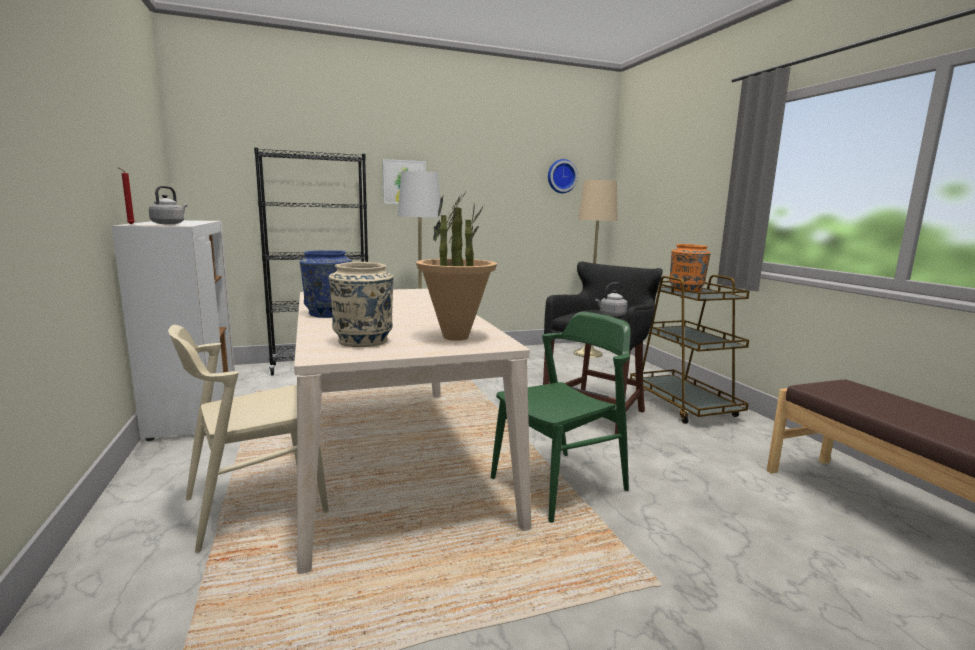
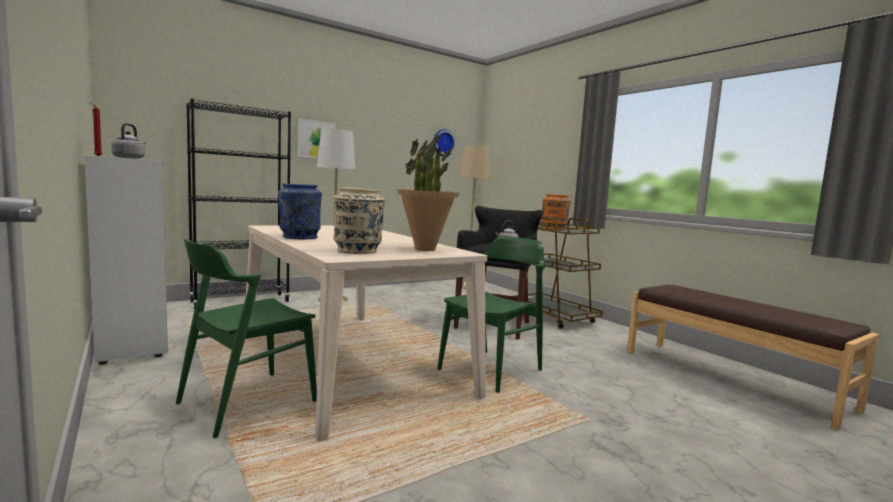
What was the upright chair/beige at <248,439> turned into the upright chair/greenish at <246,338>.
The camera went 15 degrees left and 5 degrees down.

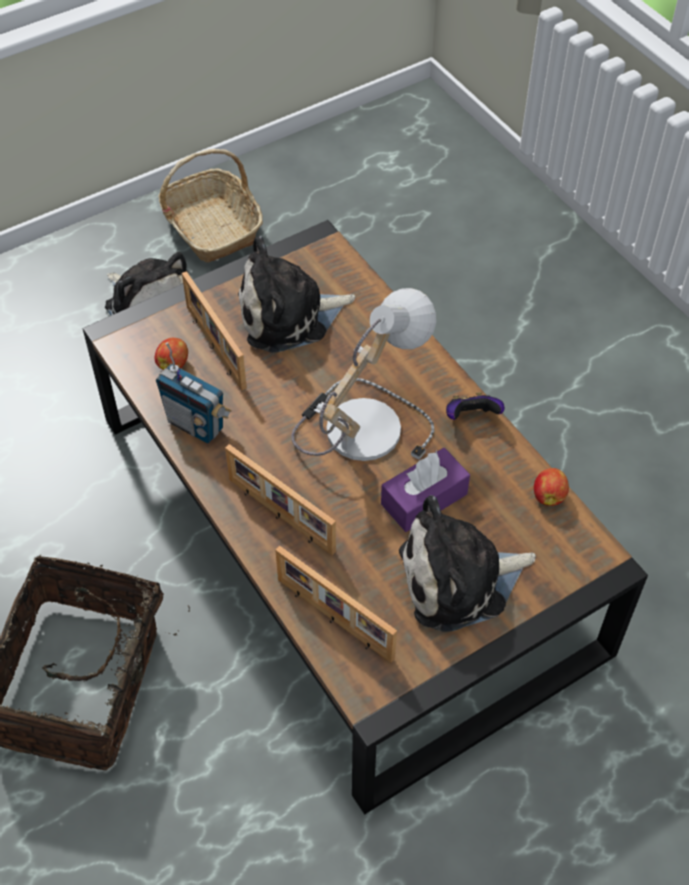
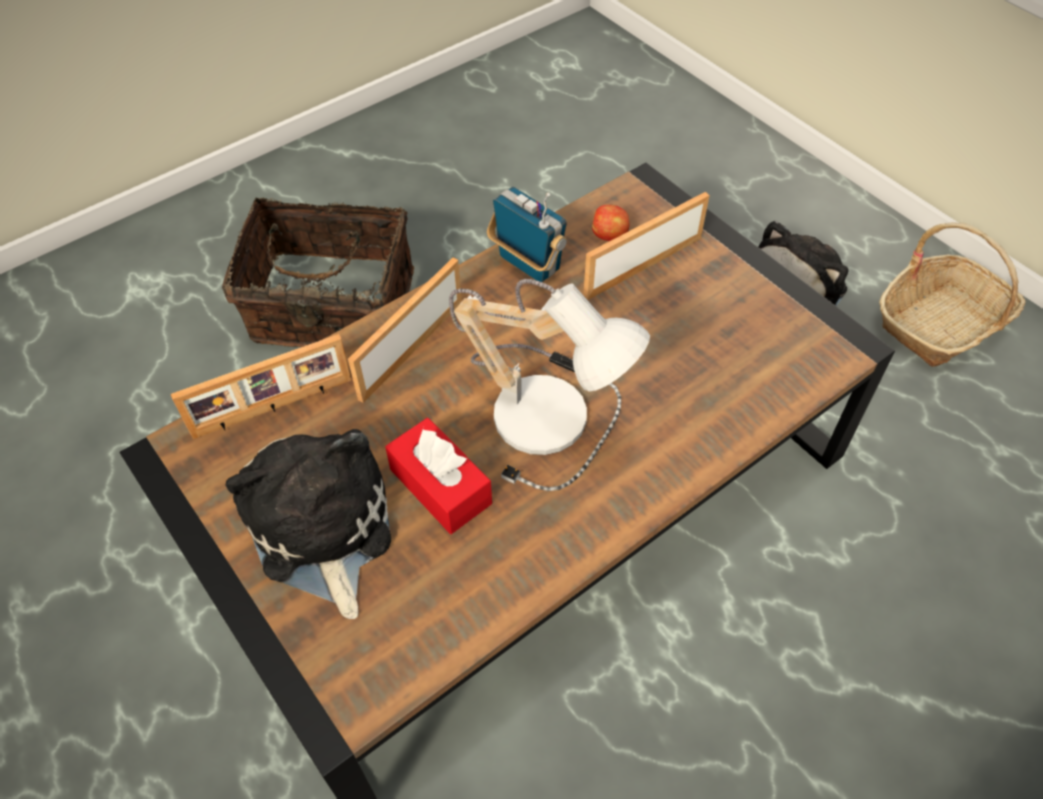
The second view lost the plush toy at <296,294>.
The radio at <194,393> ended up facing another way, 105 degrees clockwise from before.
The second view lost the game controller at <475,406>.
What was the tissue holder/purple at <425,490> turned into the tissue holder/red at <438,476>.
The second view lost the whole apple at <551,487>.
The standing frame at <336,604> ended up facing another way, 150 degrees counterclockwise from before.
The camera went 85 degrees right and 0 degrees up.

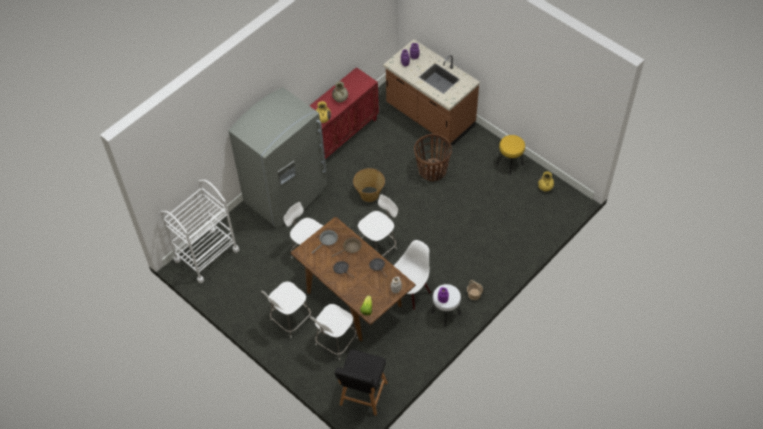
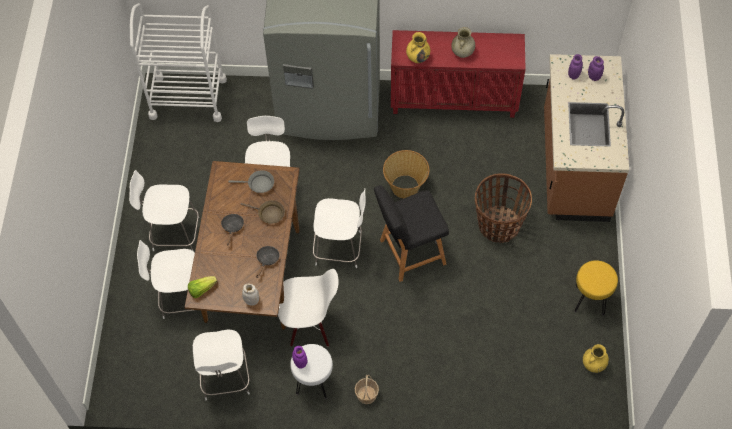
The sitting stool/black ended up elsewhere, having gone from <361,382> to <411,233>.
The second view gained the upright chair/white-coloured at <221,365>.
The camera went 50 degrees right and 5 degrees up.

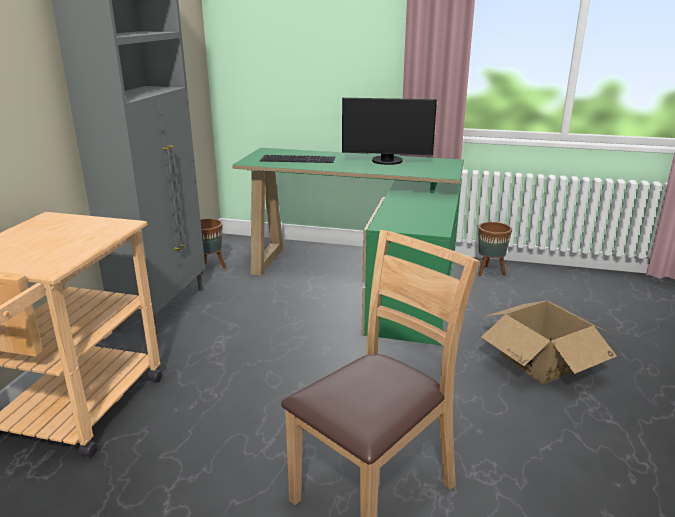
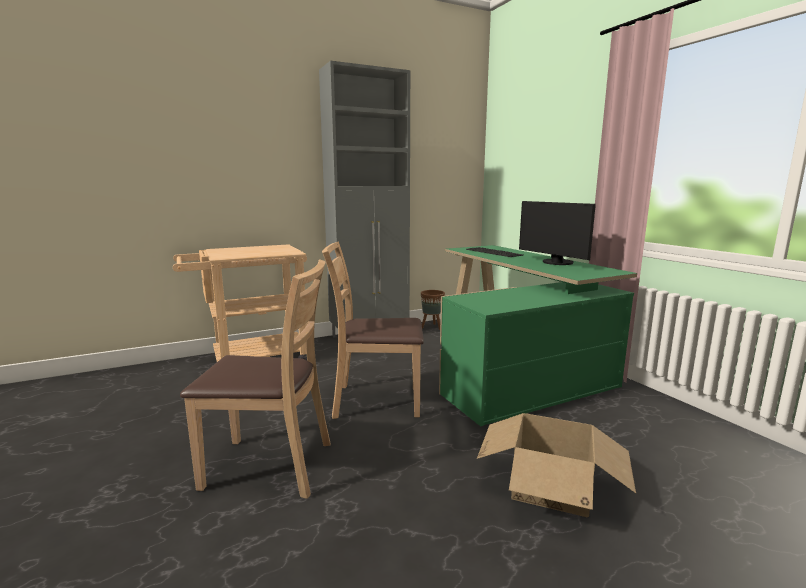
The second view lost the plant pot/brown-coloured at <495,249>.
The second view gained the upright chair/brown-coloured at <373,330>.
The camera went 50 degrees right and 10 degrees down.

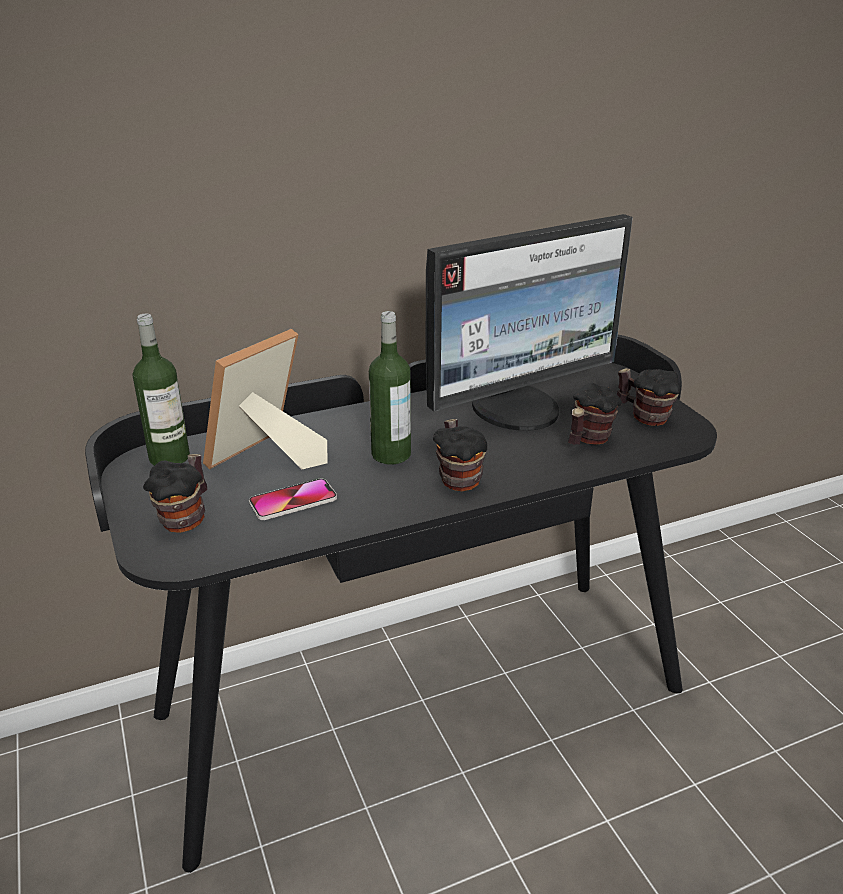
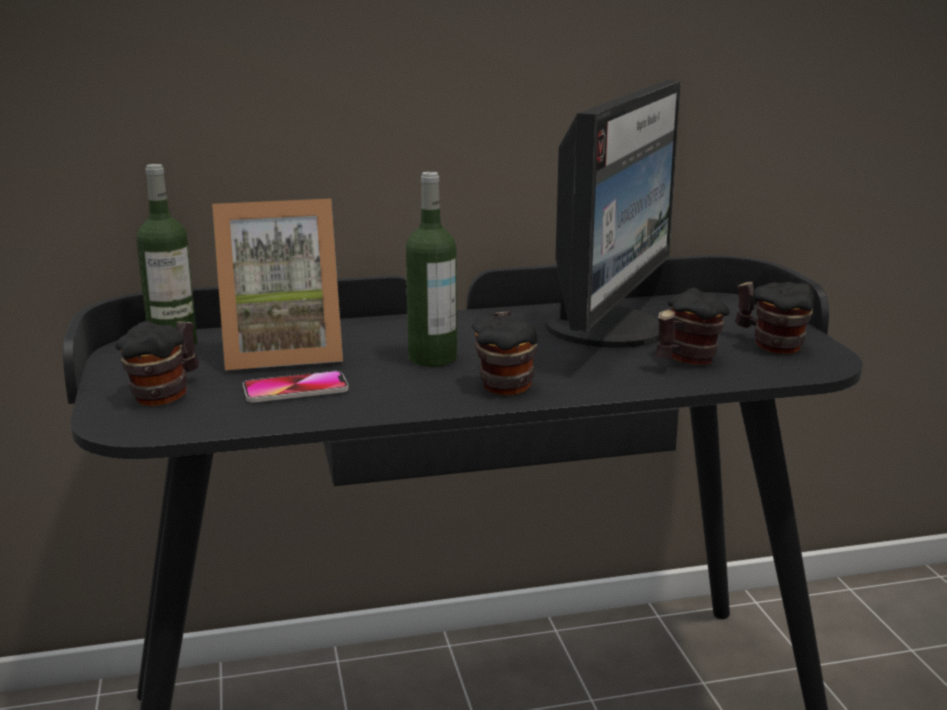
The computer screen at <529,322> ended up facing another way, 45 degrees counterclockwise from before.
The standing frame at <265,399> ended up facing another way, 150 degrees counterclockwise from before.
The camera went 10 degrees right and 10 degrees down.

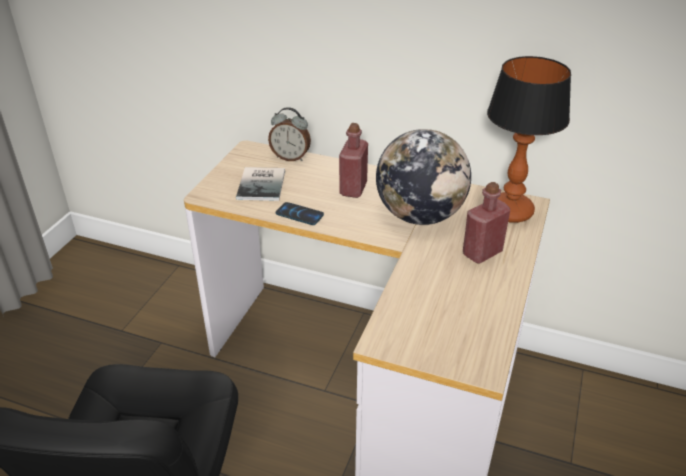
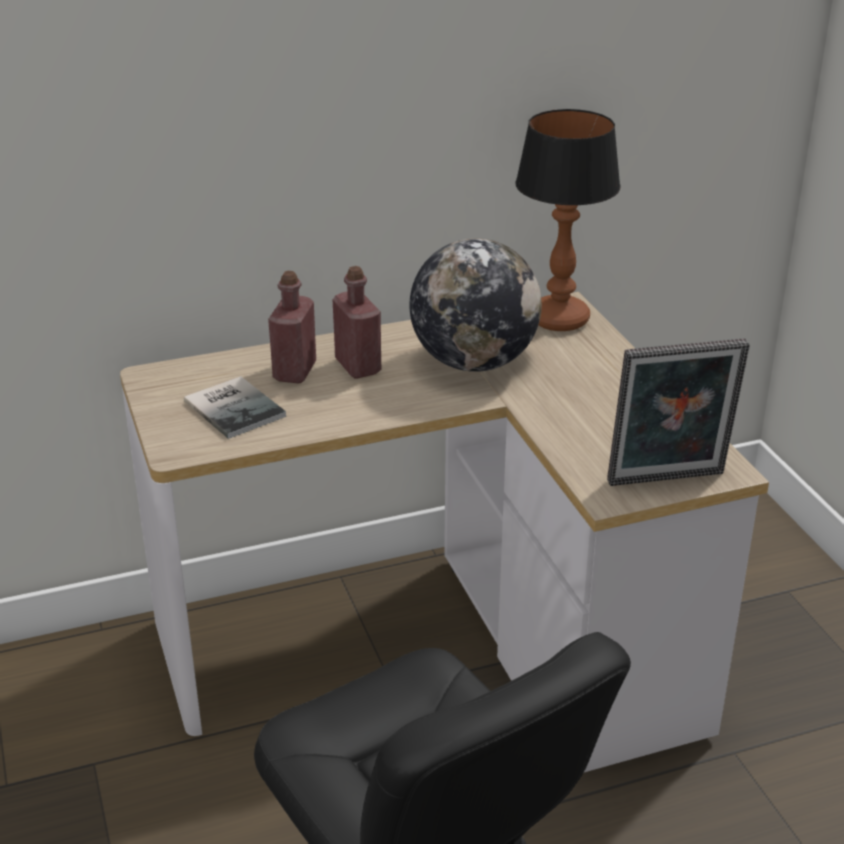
The second view lost the table clock at <289,134>.
The drink bottle/red ended up elsewhere, having gone from <486,223> to <292,327>.
The second view lost the handset at <300,213>.
The second view gained the standing frame at <678,412>.
The camera went 40 degrees left and 5 degrees down.

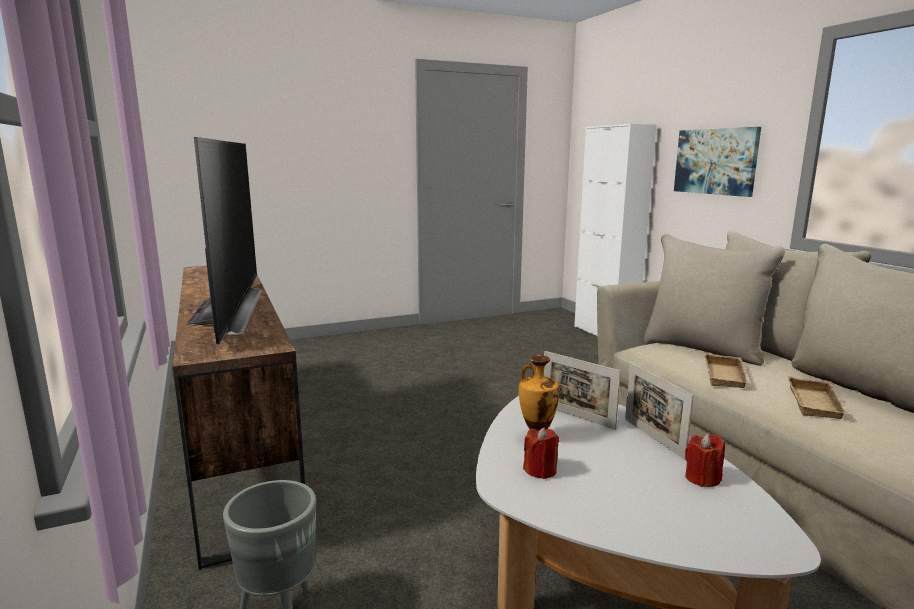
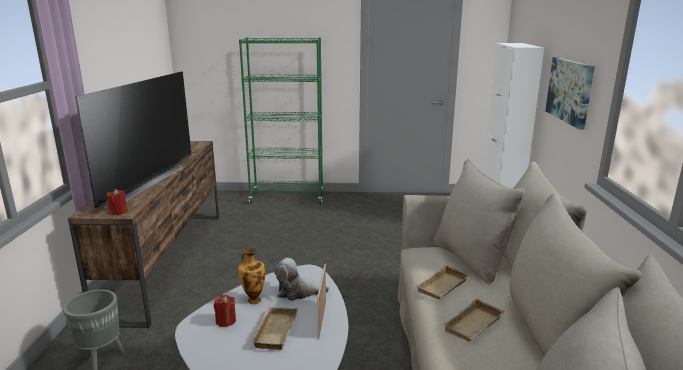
Where the standing frame stood at <582,390>, the plush toy came to stand at <301,279>.
The candle/red ended up elsewhere, having gone from <705,460> to <117,202>.
The second view gained the bookshelf/greenish at <281,120>.
The second view gained the tray/beige at <274,328>.
The camera went 25 degrees right and 5 degrees up.

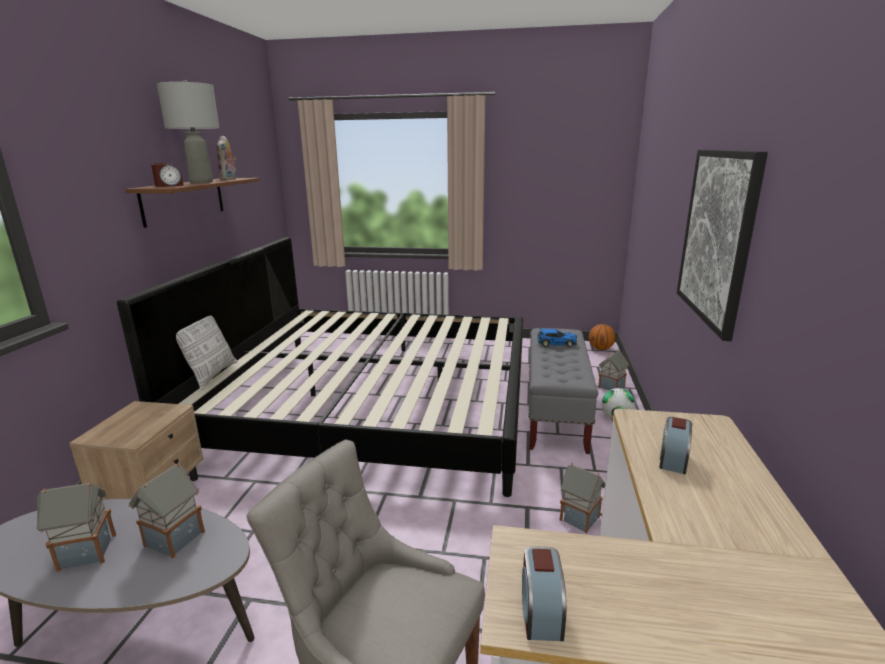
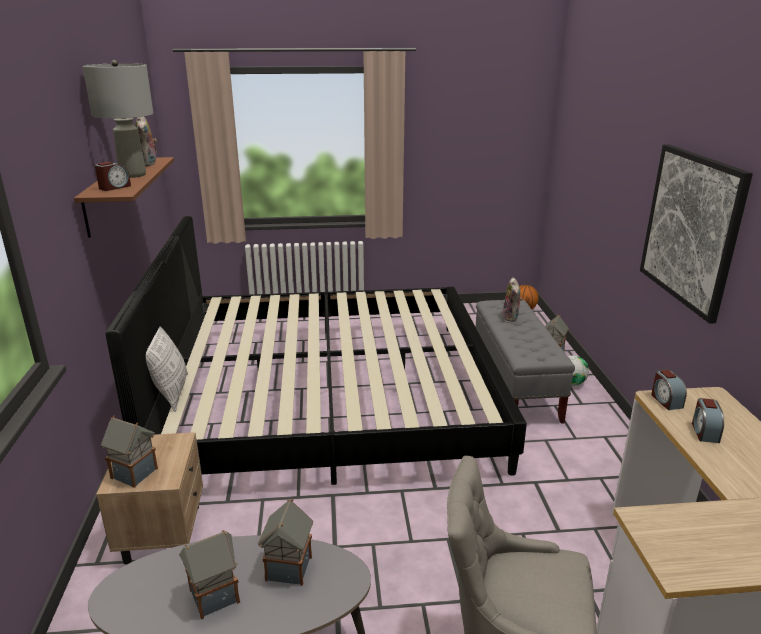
Where the toy car stood at <557,337>, the plush toy came to stand at <512,299>.
The model house ended up elsewhere, having gone from <582,498> to <129,451>.
The table clock ended up elsewhere, having gone from <544,593> to <669,390>.
The camera went 15 degrees left and 5 degrees up.

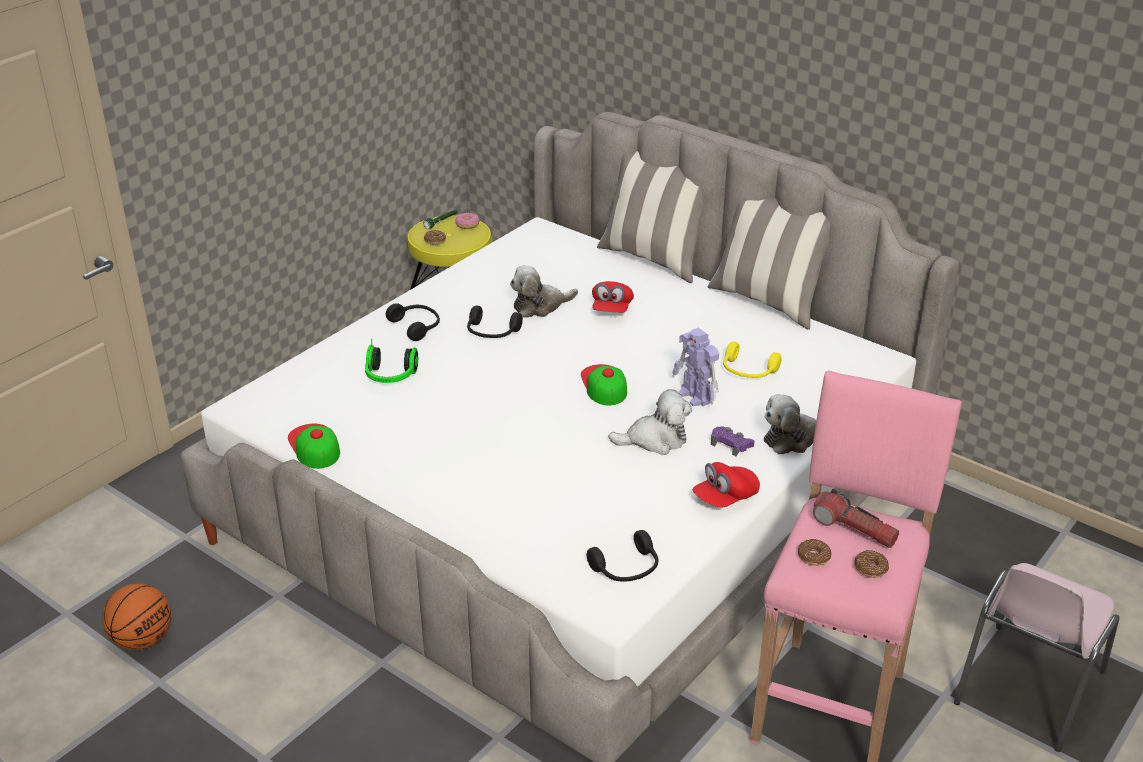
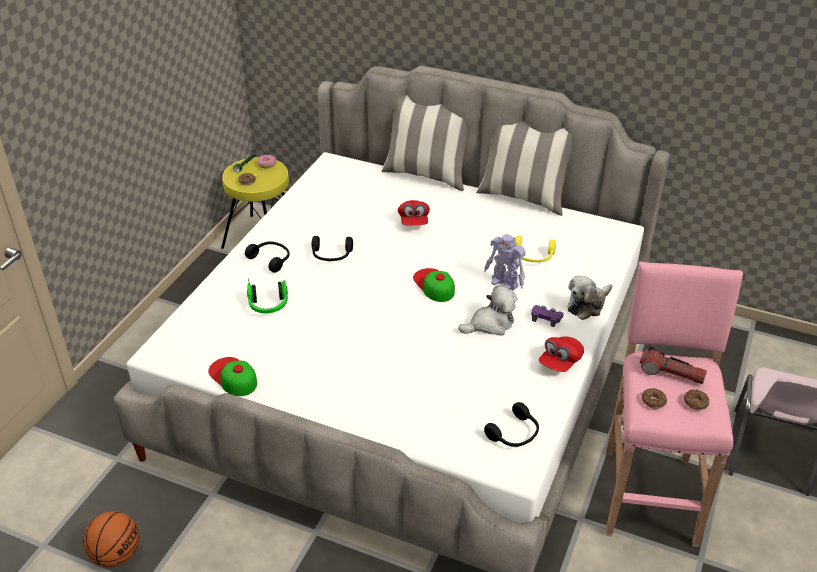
The second view lost the plush toy at <544,291>.
The camera went 15 degrees left and 5 degrees up.

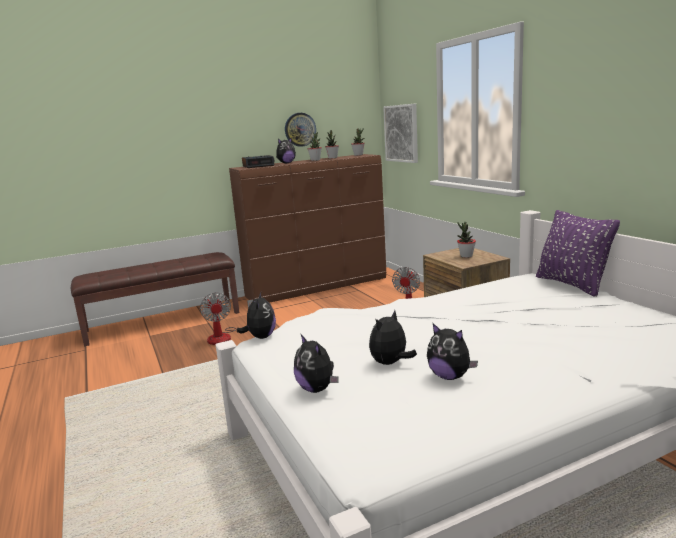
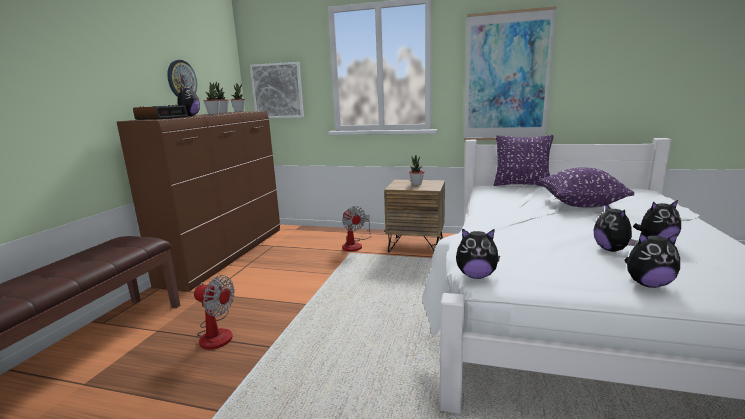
The plush toy at <256,315> ended up facing another way, 150 degrees clockwise from before.
The second view gained the picture at <510,73>.
The second view gained the cushion/purple at <586,188>.
The camera went 50 degrees left and 0 degrees up.

